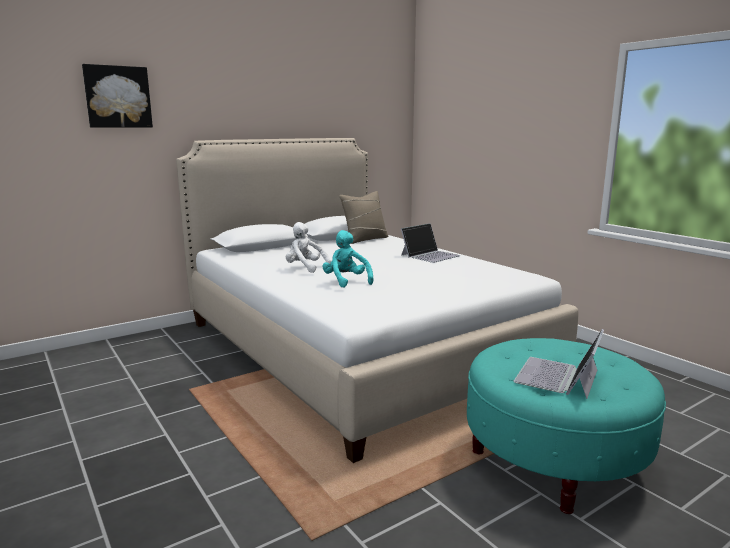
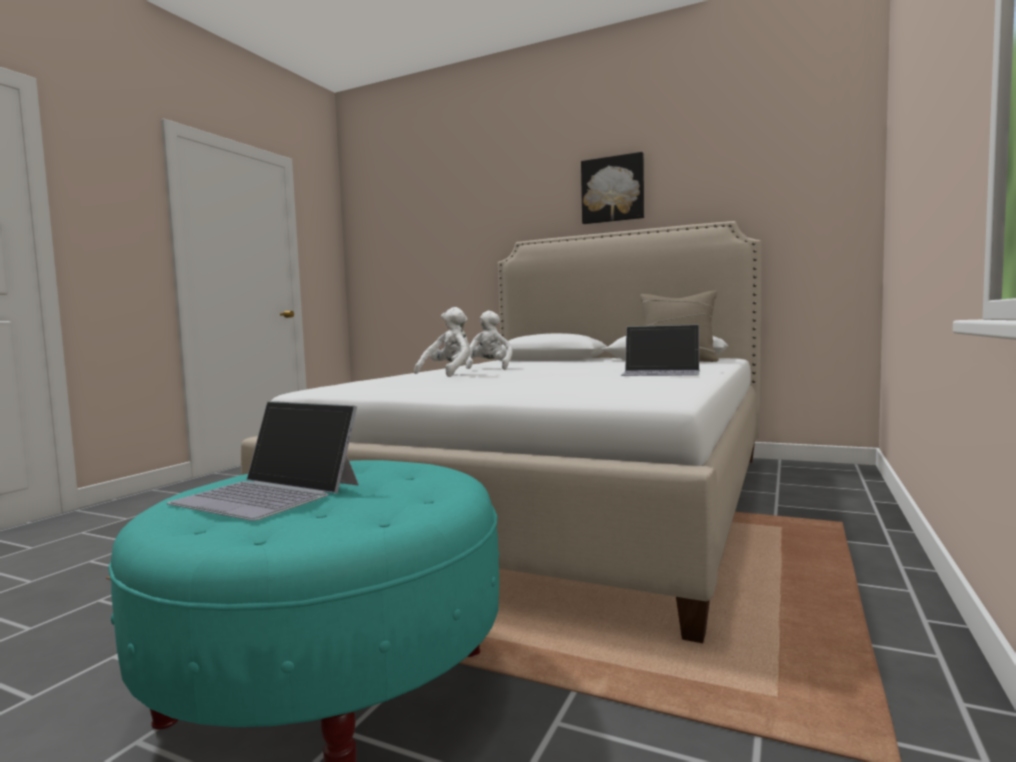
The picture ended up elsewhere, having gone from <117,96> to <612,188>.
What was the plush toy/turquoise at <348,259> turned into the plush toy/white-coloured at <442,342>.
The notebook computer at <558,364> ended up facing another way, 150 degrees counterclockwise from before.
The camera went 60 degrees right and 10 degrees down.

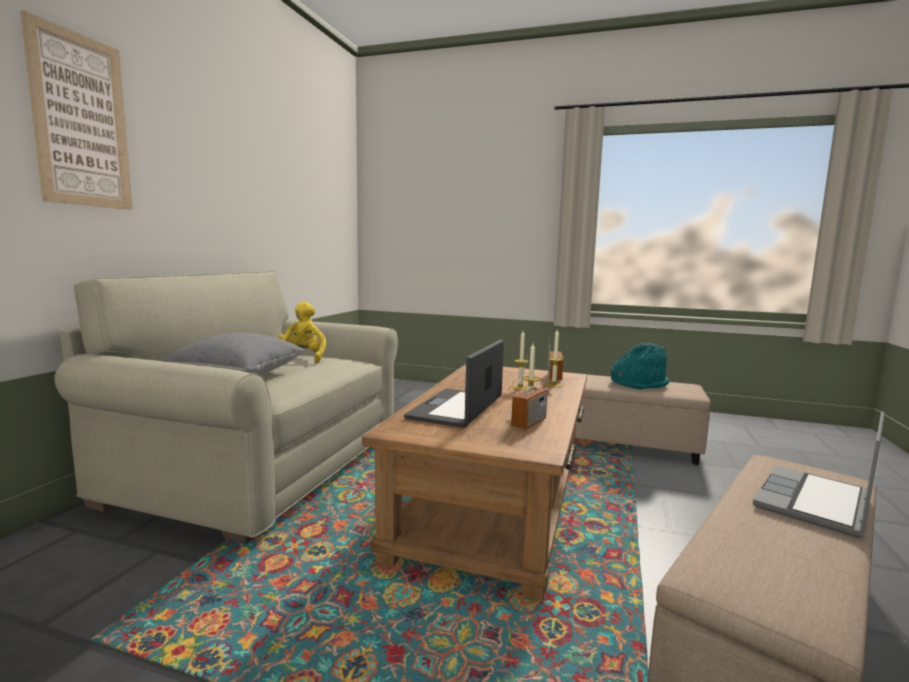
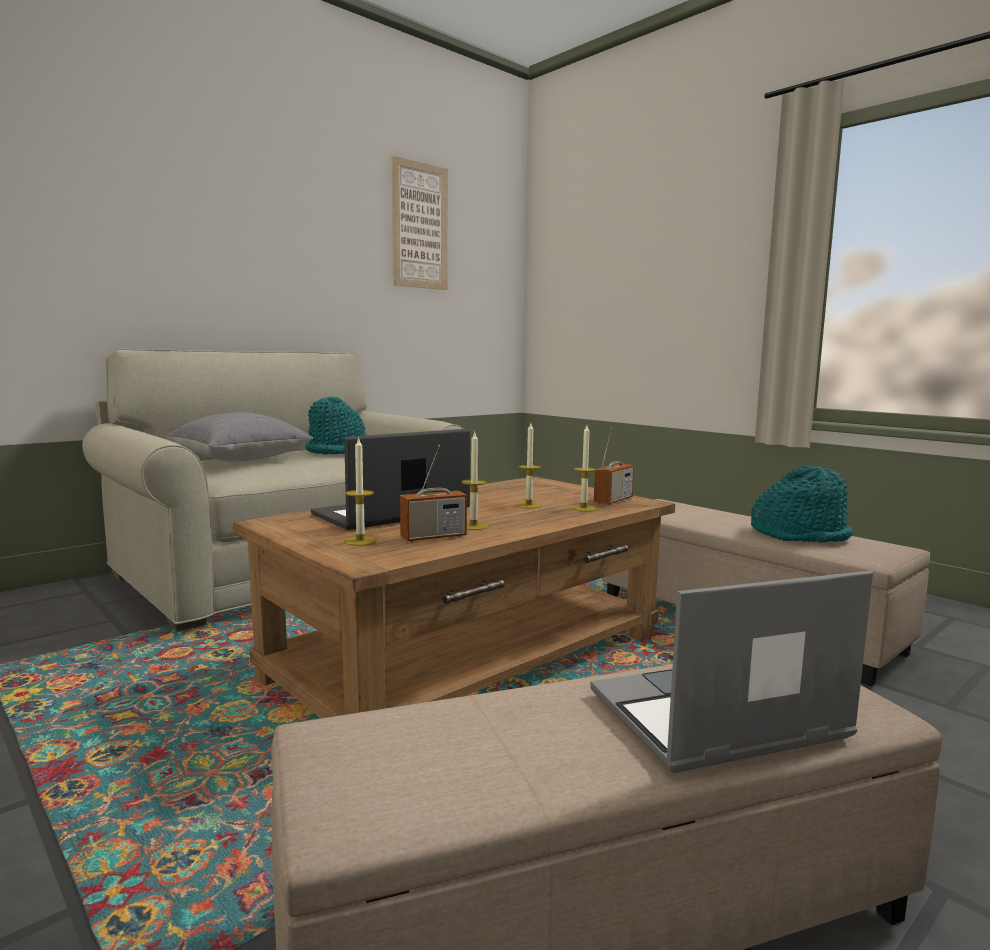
The picture ended up elsewhere, having gone from <77,110> to <420,223>.
Where the plush toy/yellowish stood at <302,332>, the clothing hat/turquoise came to stand at <335,425>.
The second view gained the candle at <360,491>.
The camera went 30 degrees right and 0 degrees up.

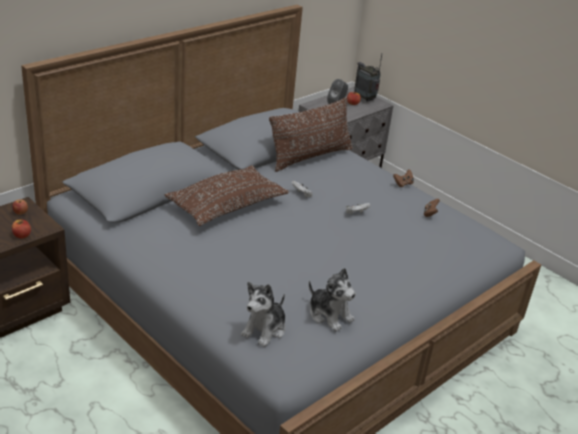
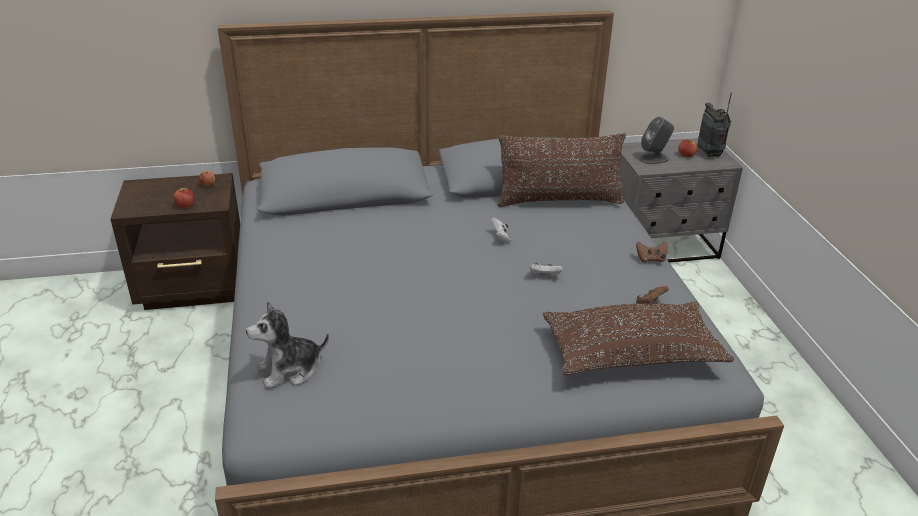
The cushion/brown-coloured ended up elsewhere, having gone from <227,195> to <638,338>.
The second view lost the plush toy at <332,300>.
The camera went 35 degrees right and 0 degrees up.

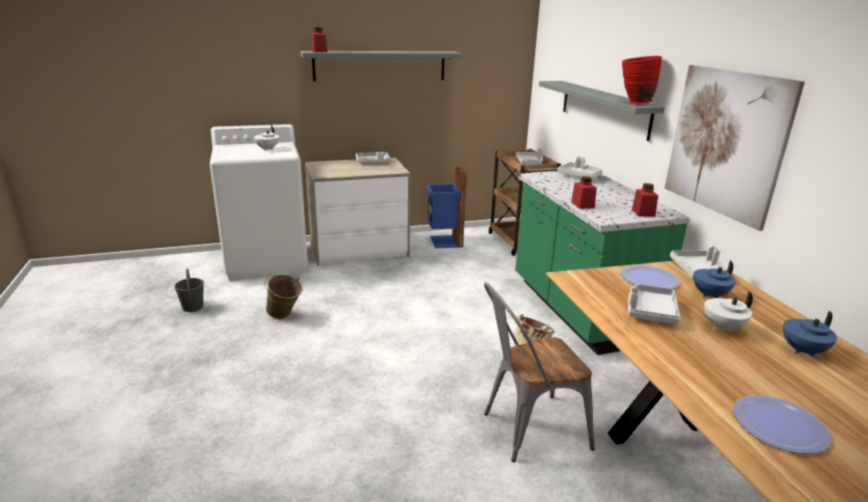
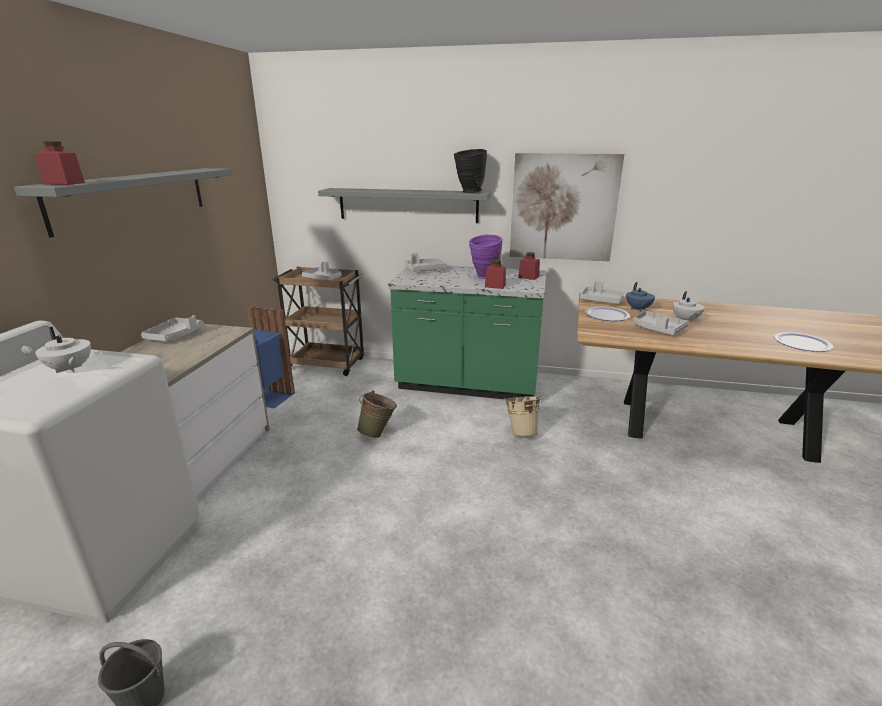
What was the decorative vase/red at <642,80> turned into the decorative vase/black at <470,171>.
The pail/greenish ended up elsewhere, having gone from <284,296> to <377,414>.
The second view lost the upright chair/greyish at <539,372>.
The second view lost the pot for tea/blue-coloured at <810,334>.
The second view gained the decorative vase/purple at <486,257>.
The camera went 60 degrees left and 0 degrees up.

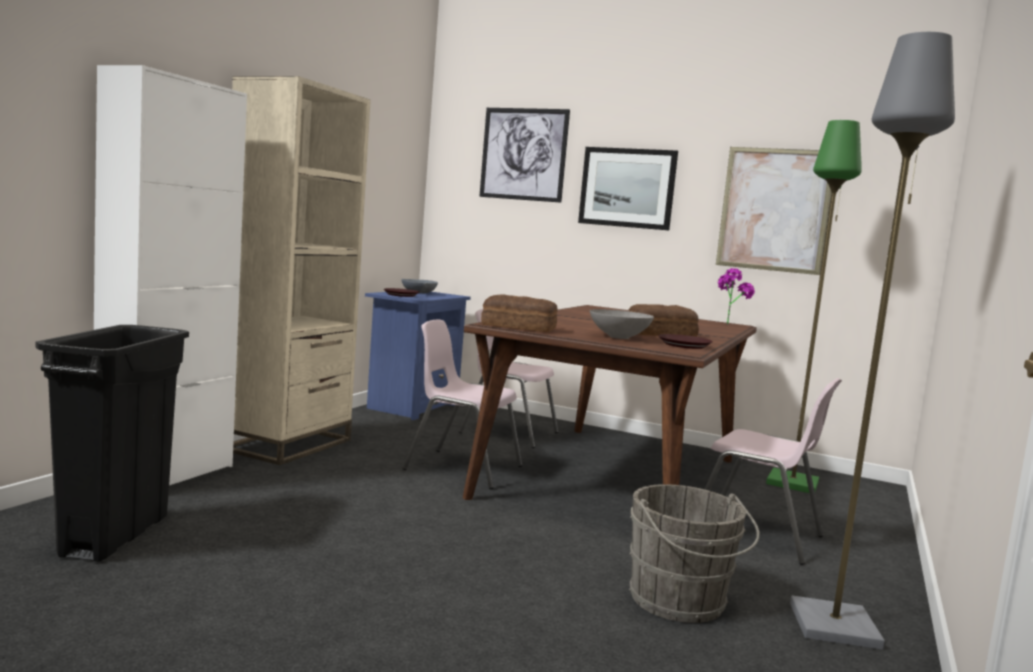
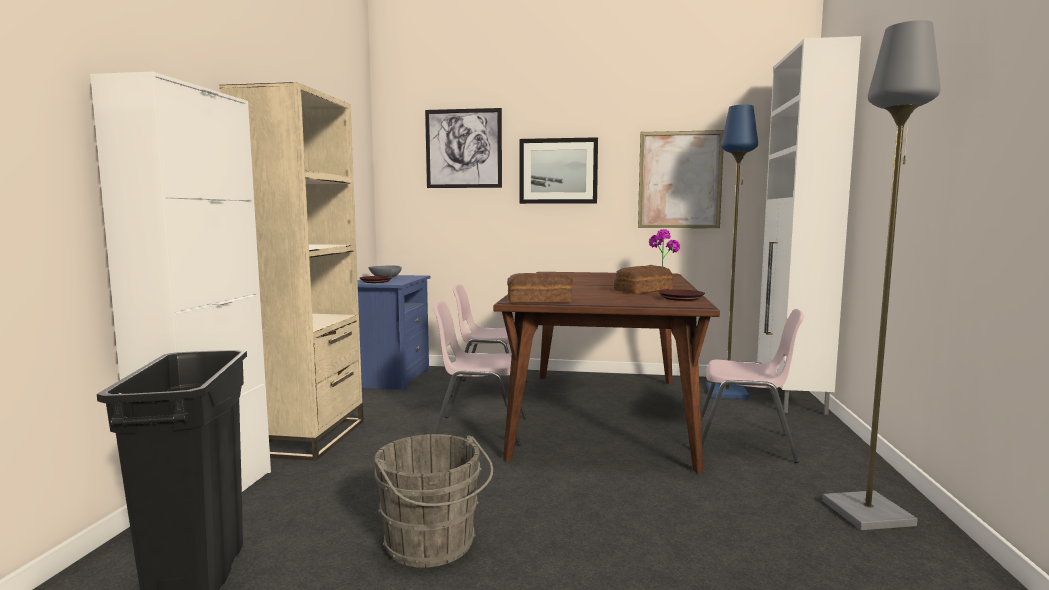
What was the standing lamp/greenish at <814,306> turned into the standing lamp/blue-coloured at <732,252>.
The second view lost the deep dish/greyish at <622,324>.
The pail/greyish ended up elsewhere, having gone from <694,553> to <433,501>.
The second view gained the cabinet/white-coloured at <809,225>.
The camera went 15 degrees left and 0 degrees up.

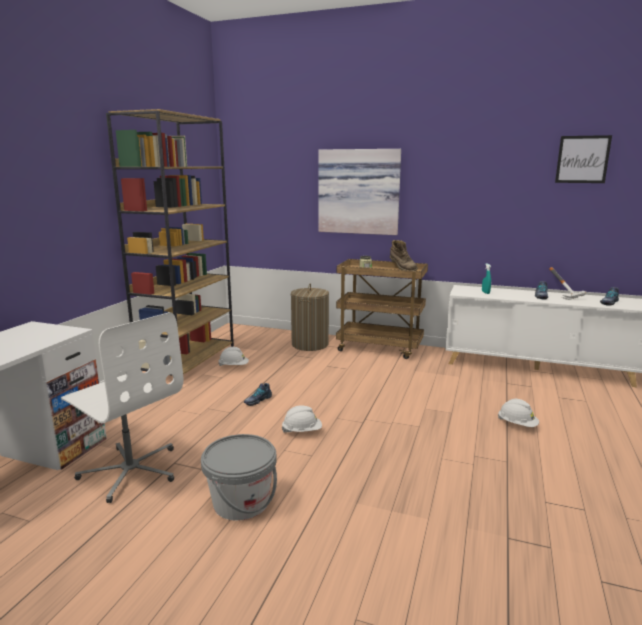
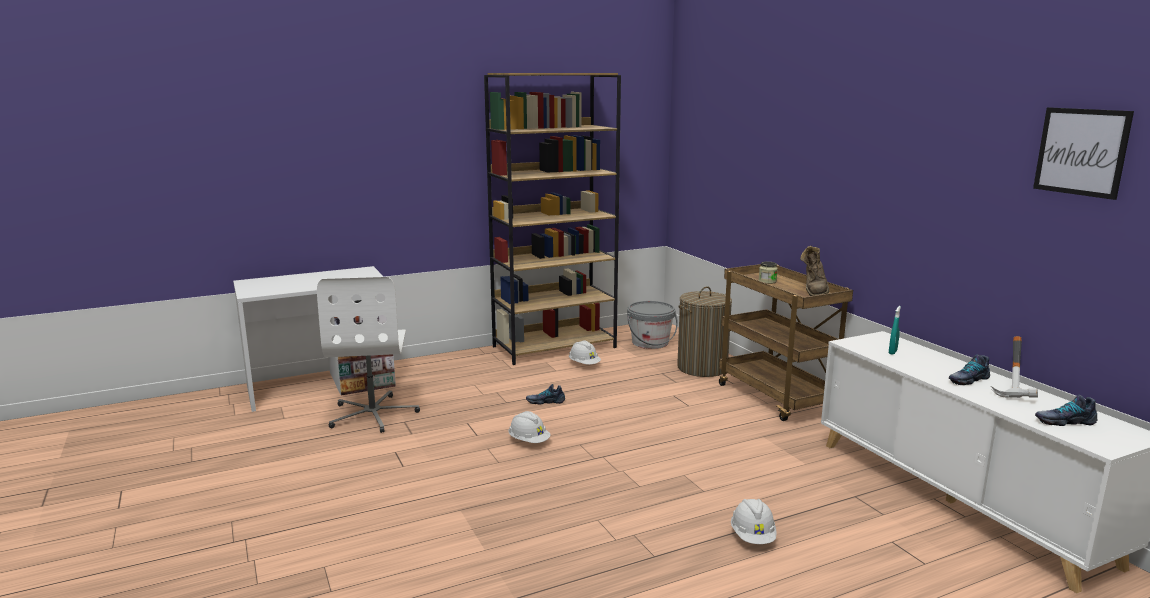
The second view lost the picture at <359,192>.
The pail/greyish ended up elsewhere, having gone from <239,477> to <652,325>.
The camera went 45 degrees right and 0 degrees up.

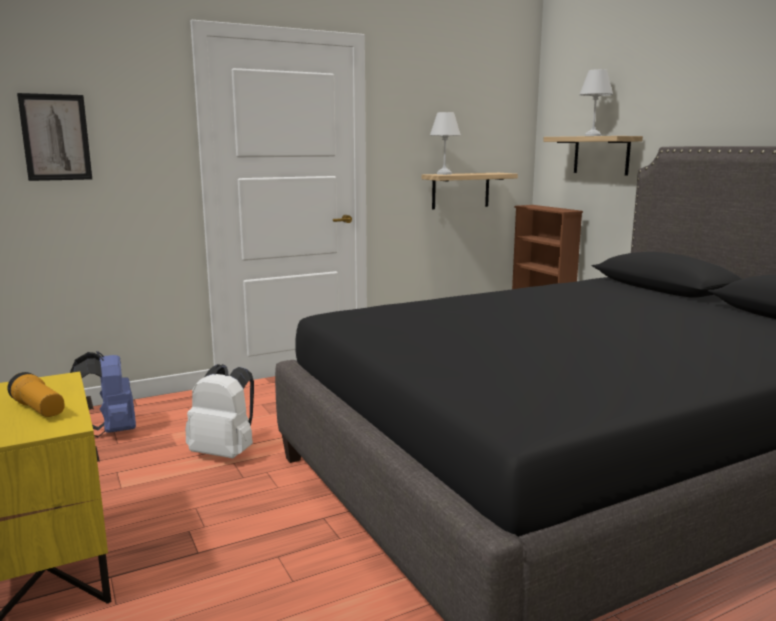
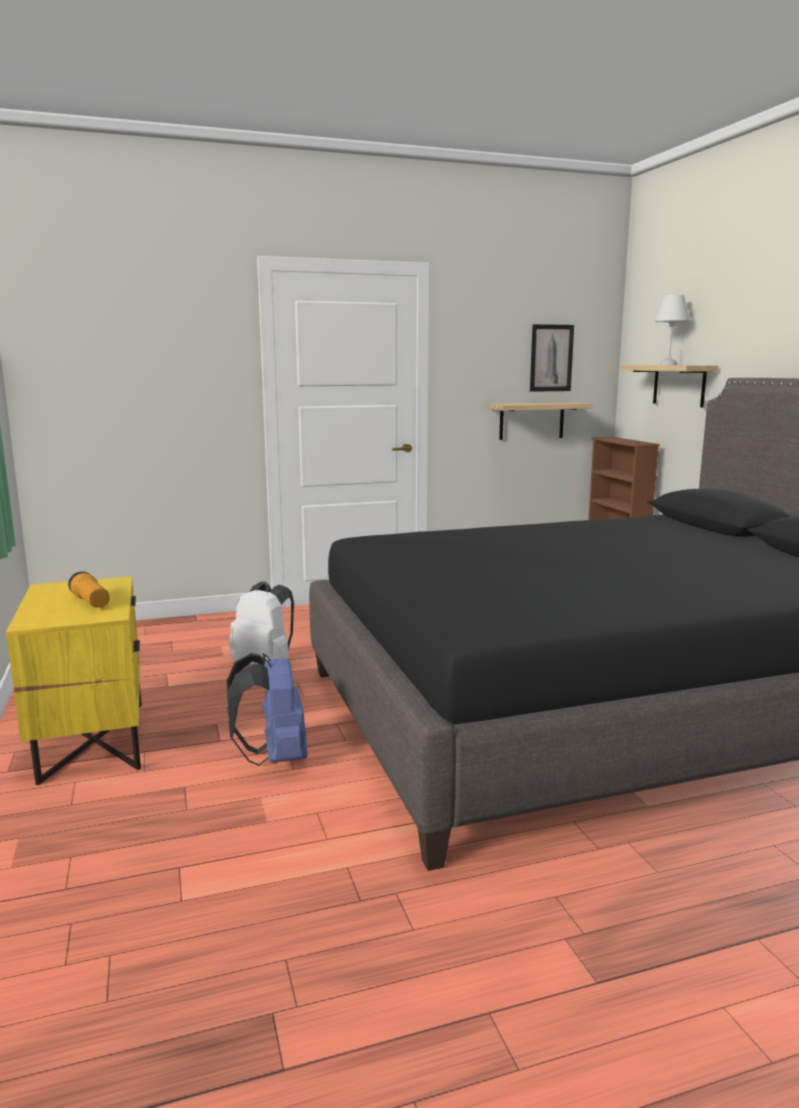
The picture ended up elsewhere, having gone from <54,137> to <552,358>.
The second view lost the lamp for a table/white-coloured at <445,143>.
The backpack/blue-coloured ended up elsewhere, having gone from <103,394> to <267,709>.
The camera went 10 degrees right and 0 degrees up.

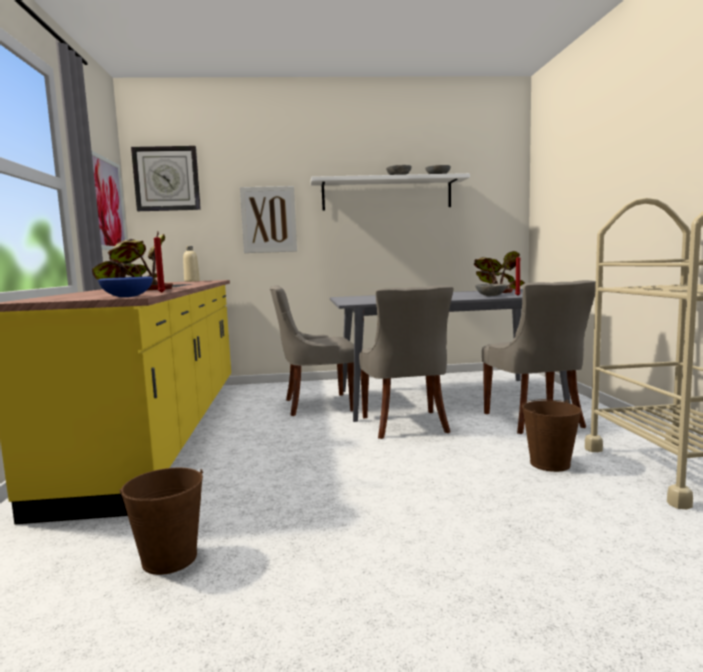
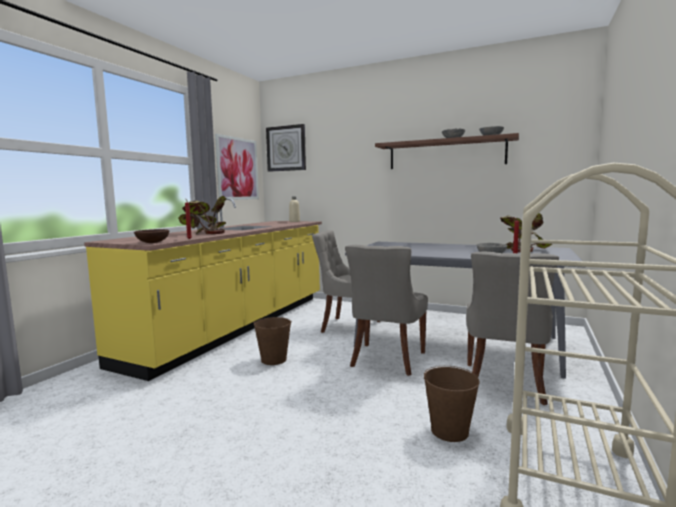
What was the wall shelf/white-coloured at <390,192> turned into the wall shelf/brown-coloured at <447,151>.
The second view lost the picture at <268,219>.
What was the deep dish/blue-coloured at <125,287> turned into the deep dish/brown-coloured at <151,236>.
The pail/brown-coloured ended up elsewhere, having gone from <161,521> to <272,341>.
The camera went 30 degrees right and 0 degrees up.

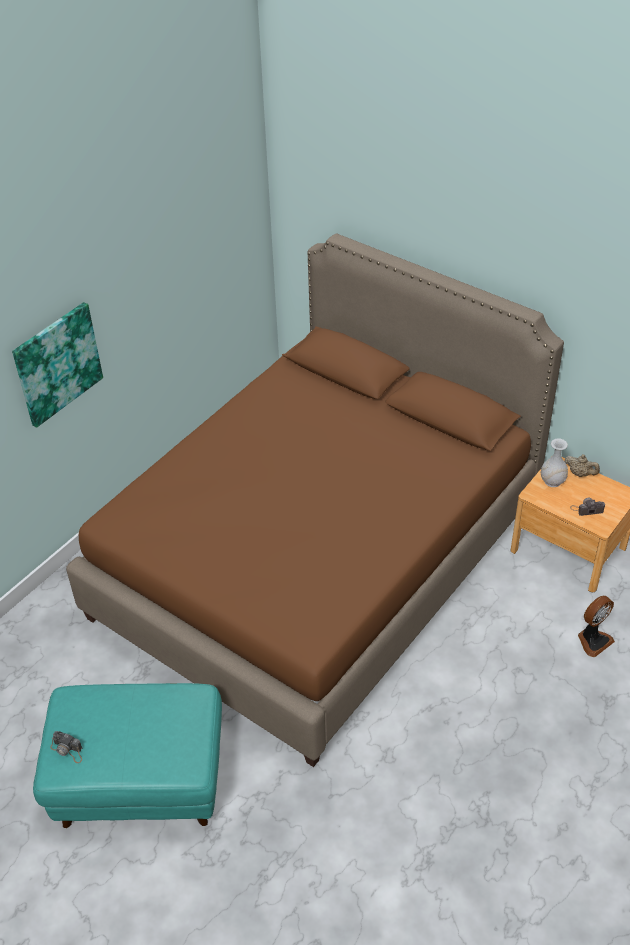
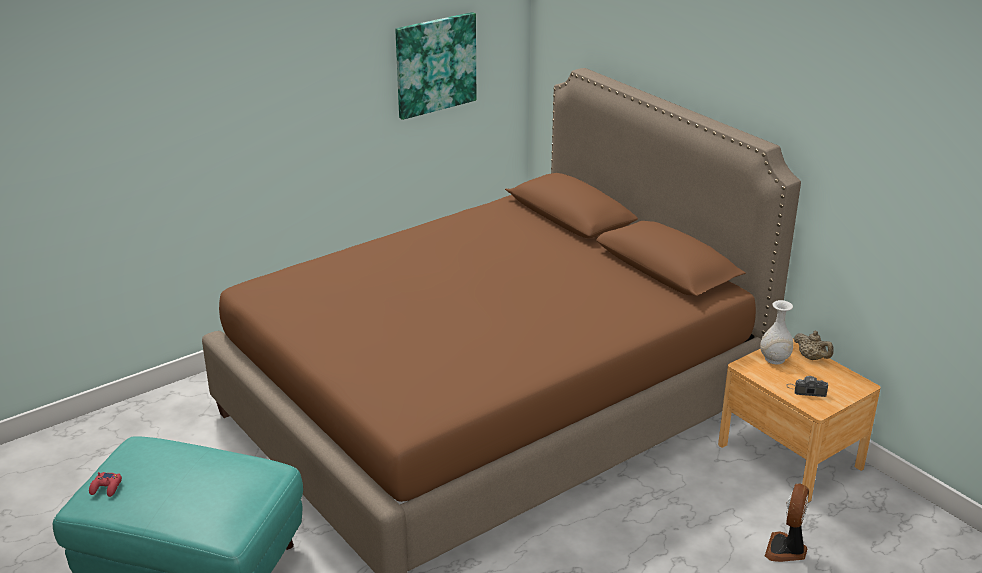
The picture ended up elsewhere, having gone from <57,365> to <435,66>.
The electric fan at <596,627> ended up facing another way, 135 degrees clockwise from before.
Where the still camera stood at <66,747>, the game controller/red came to stand at <105,484>.
The camera went 15 degrees right and 15 degrees down.

